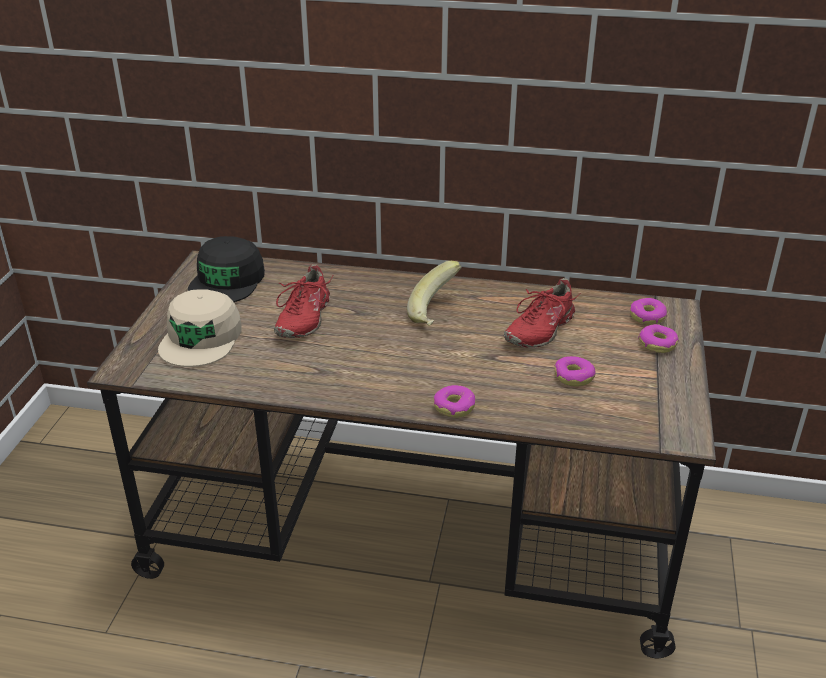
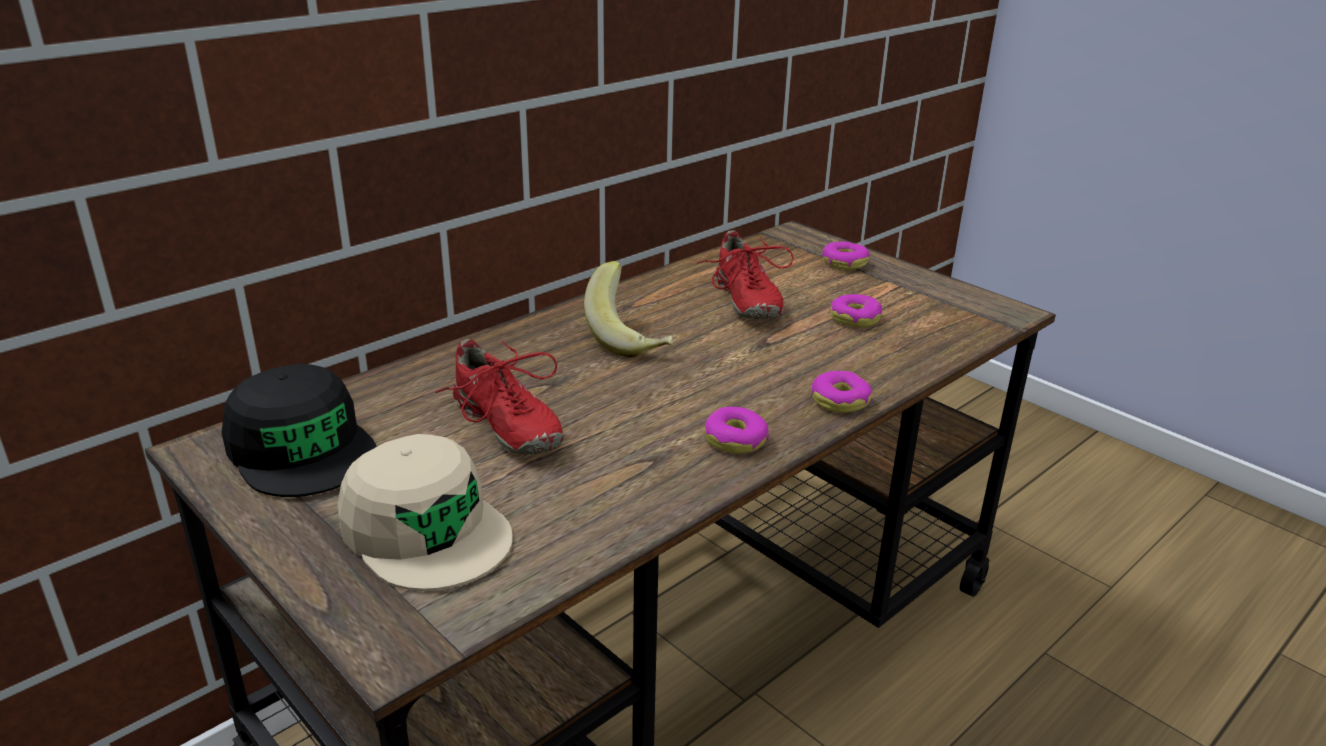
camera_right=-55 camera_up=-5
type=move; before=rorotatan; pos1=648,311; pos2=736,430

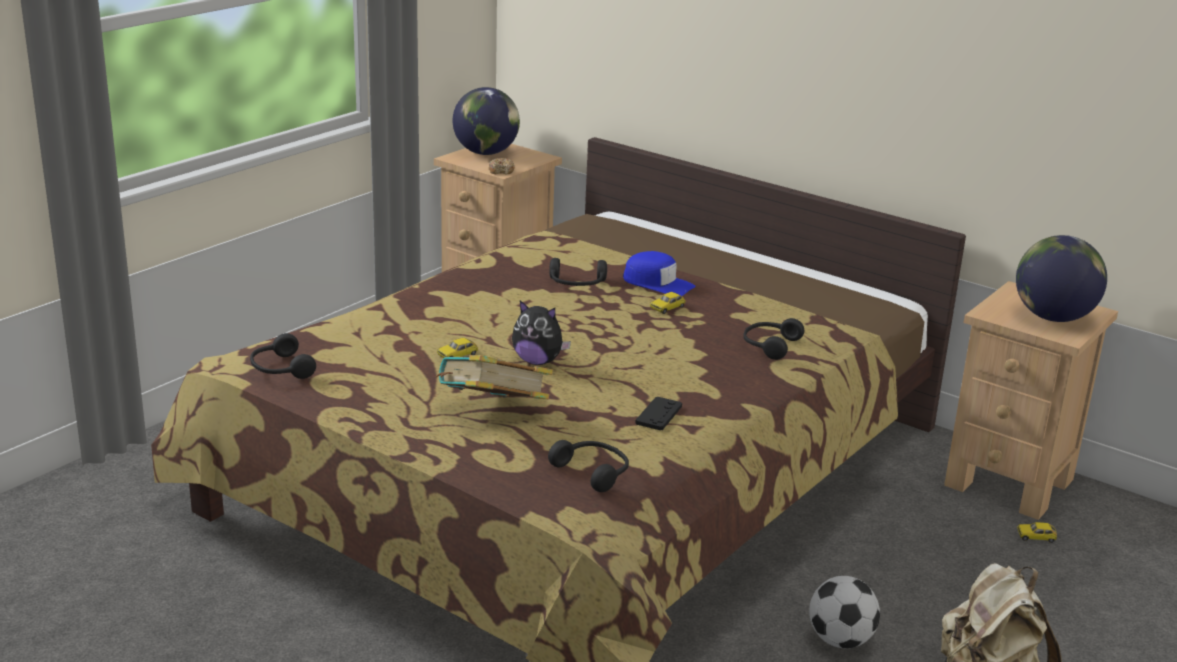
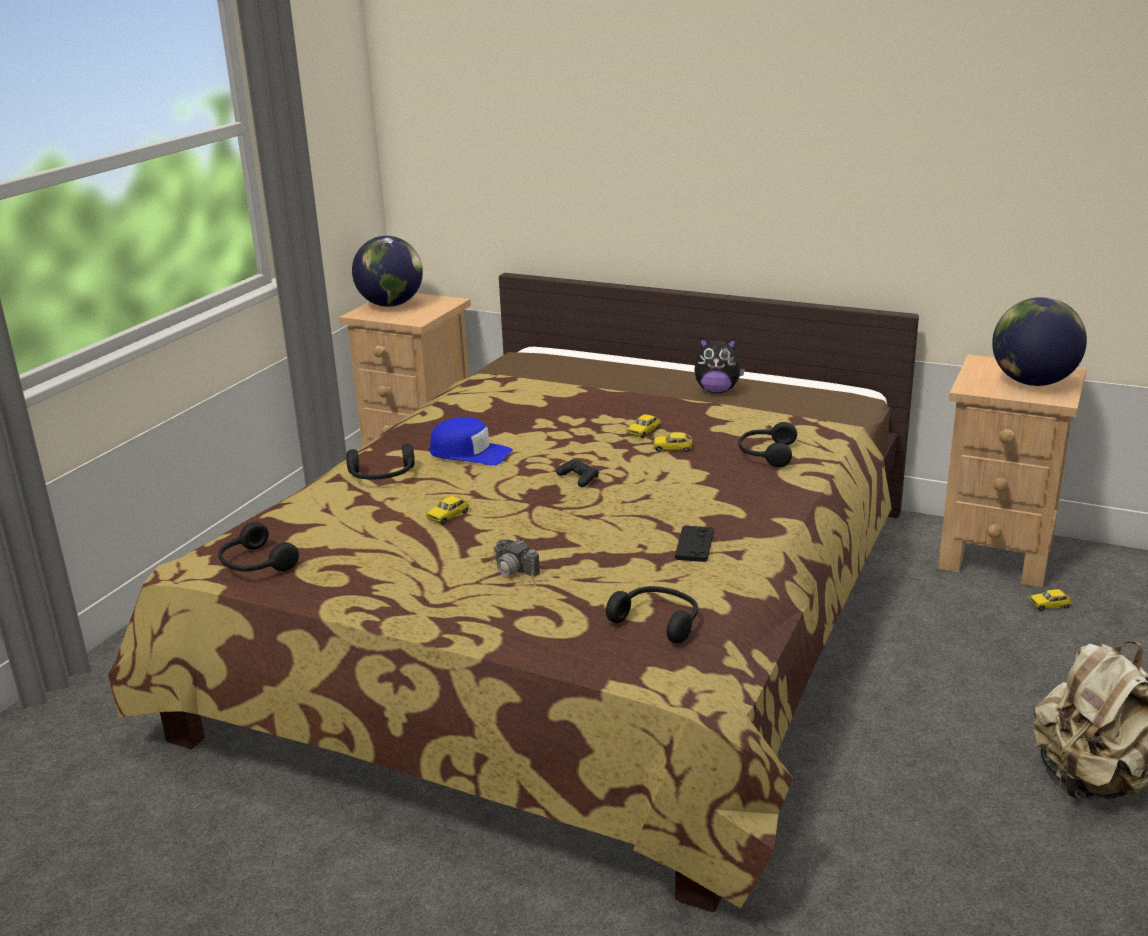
camera_right=-10 camera_up=0
type=delete; before=rorotatan; pos1=501,166
type=delete; before=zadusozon; pos1=844,612
type=insert; after=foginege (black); pos2=577,473
type=insert; after=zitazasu; pos2=672,442
type=move; before=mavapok; pos1=541,332; pos2=719,365
type=move; before=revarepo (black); pos1=578,272; pos2=380,461
type=move; before=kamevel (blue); pos1=659,273; pos2=471,441
type=replace; before=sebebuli; after=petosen; pos1=494,377; pos2=514,563

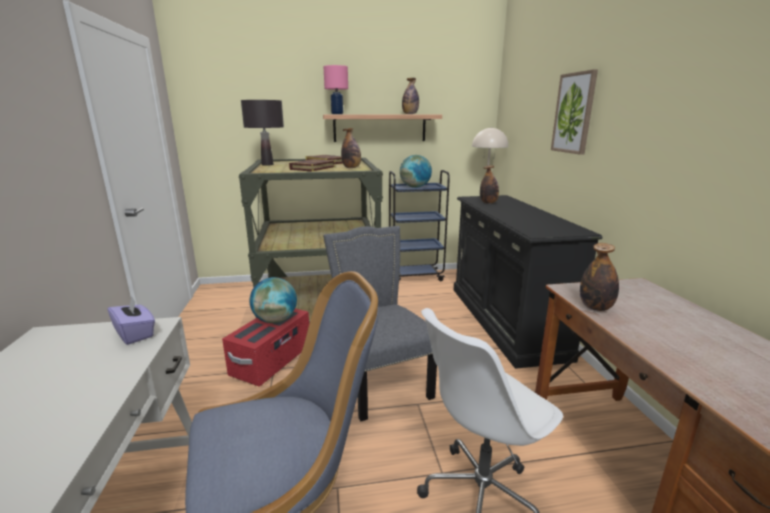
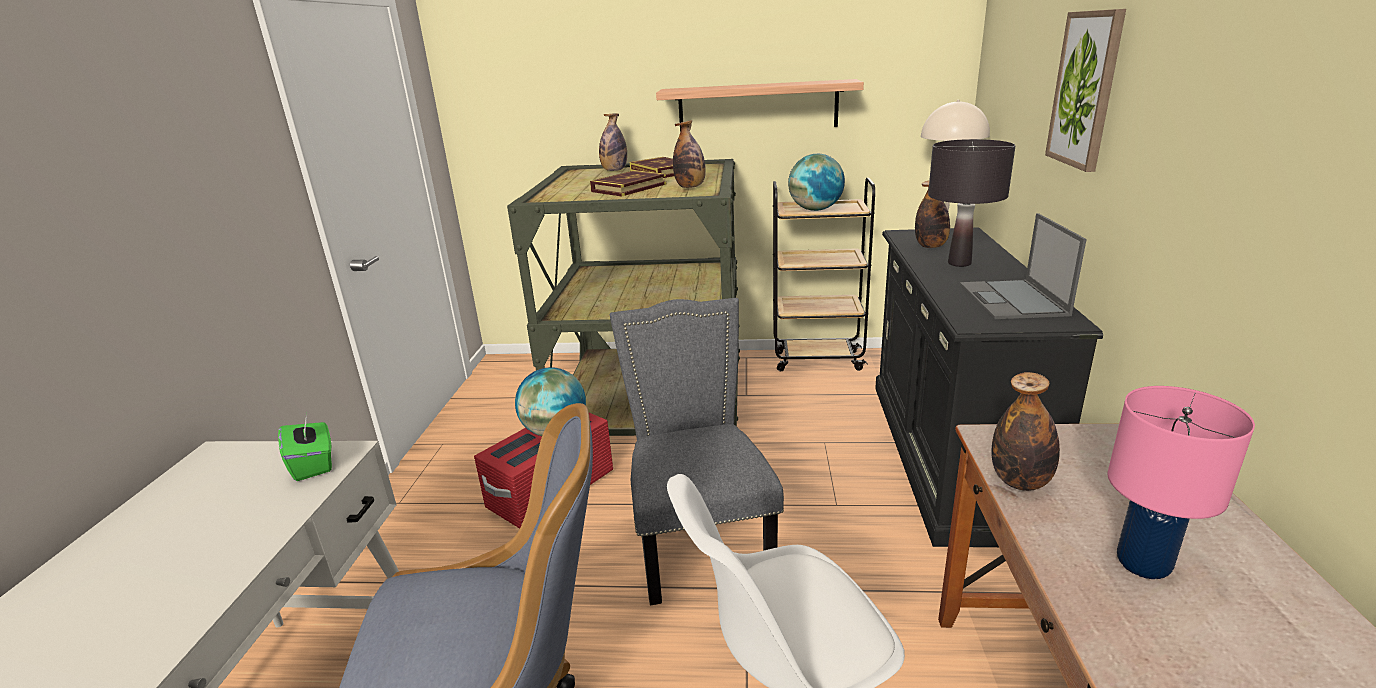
camera_right=15 camera_up=5
type=insert; after=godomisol; pos2=1023,266
type=move; before=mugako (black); pos1=262,133; pos2=972,203
type=move; before=mugako (pink); pos1=336,89; pos2=1181,482
type=move; before=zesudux; pos1=410,96; pos2=613,142
type=recolor; before=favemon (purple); after=favemon (green); pos1=131,320; pos2=305,447
type=recolor; before=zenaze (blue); after=zenaze (brown); pos1=419,225; pos2=824,274

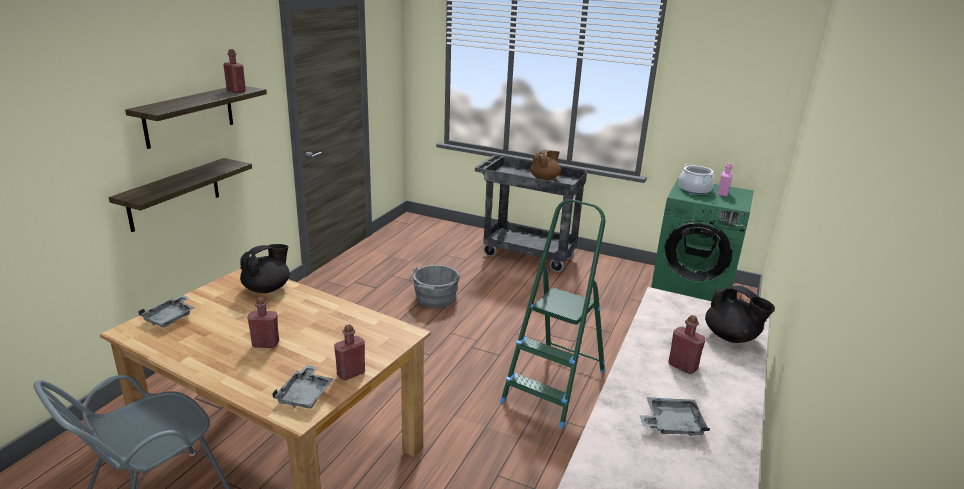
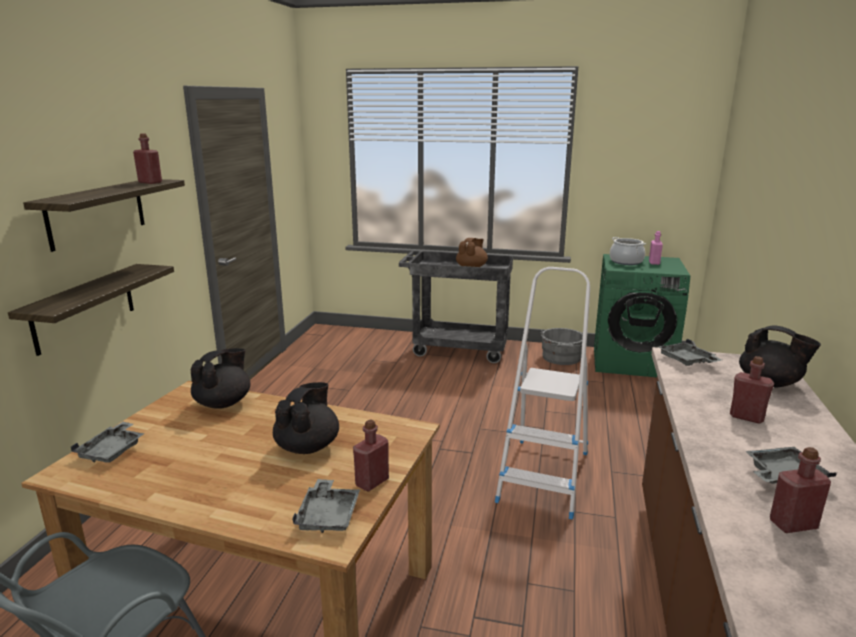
camera_right=-10 camera_up=-5
type=insert; after=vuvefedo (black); pos2=306,418
type=insert; after=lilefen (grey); pos2=690,352
type=move; before=zesudux (red); pos1=263,322; pos2=800,490
type=move; before=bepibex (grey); pos1=435,286; pos2=562,346
type=recolor; before=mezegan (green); after=mezegan (white); pos1=552,313; pos2=542,393

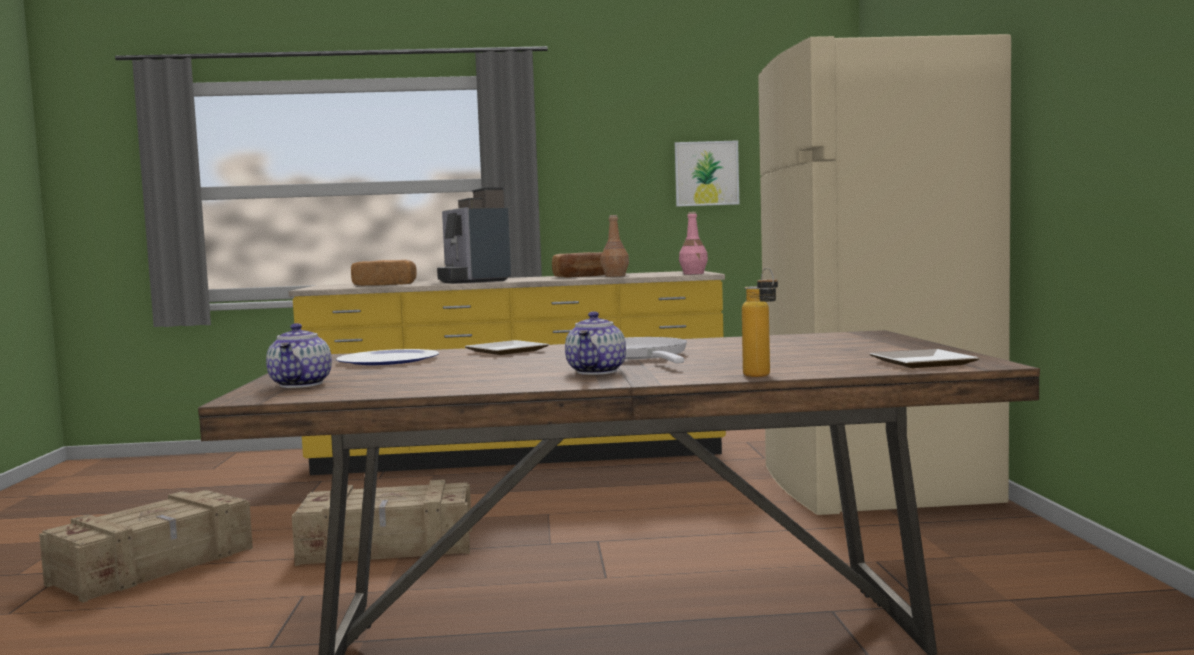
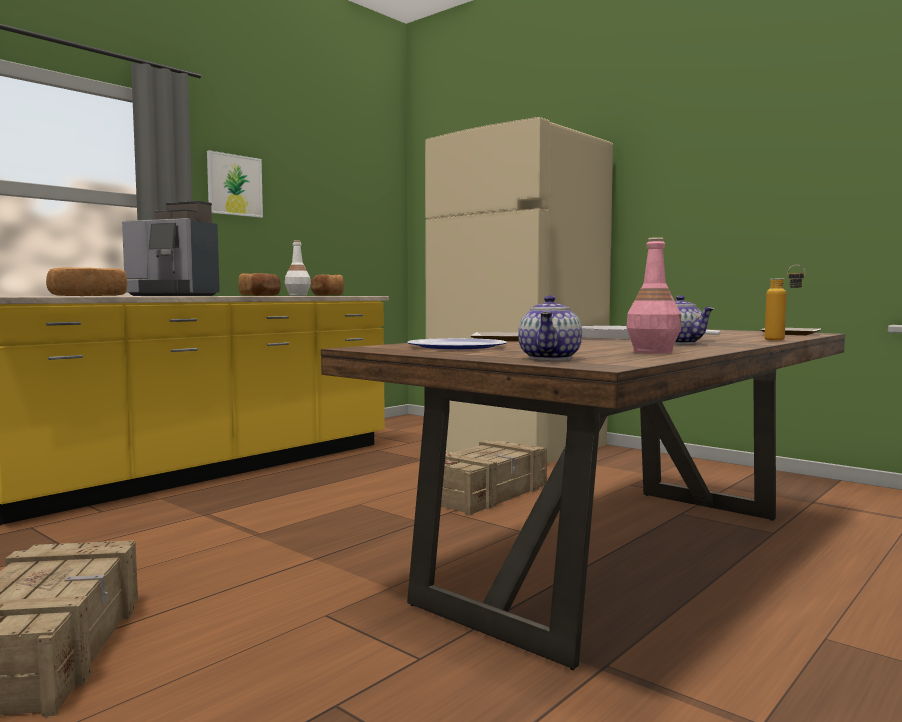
camera_right=-45 camera_up=0
type=insert; after=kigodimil; pos2=327,285
type=move; before=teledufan; pos1=382,522; pos2=494,478
type=move; before=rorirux; pos1=707,173; pos2=235,184
type=move; before=zesudux (pink); pos1=693,243; pos2=653,295
type=recolor; before=zesudux (brown); after=zesudux (white); pos1=615,246; pos2=298,268
type=rotate; before=vuvefedo; pos1=299,355; pos2=550,328; turn=60

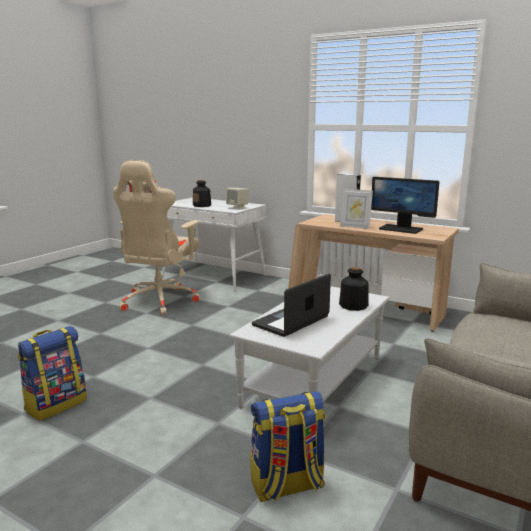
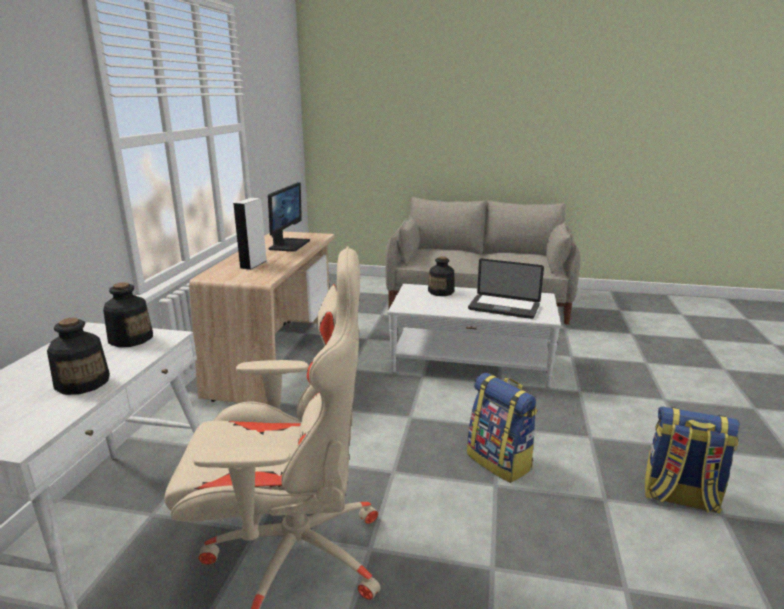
camera_right=-110 camera_up=5
type=delete; before=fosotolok; pos1=356,209
type=move; before=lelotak; pos1=288,446; pos2=502,428
type=replace; before=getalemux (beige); after=zesudux; pos1=237,199; pos2=128,314

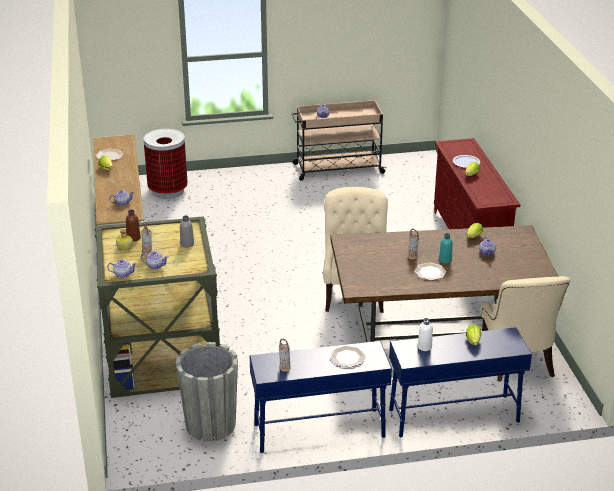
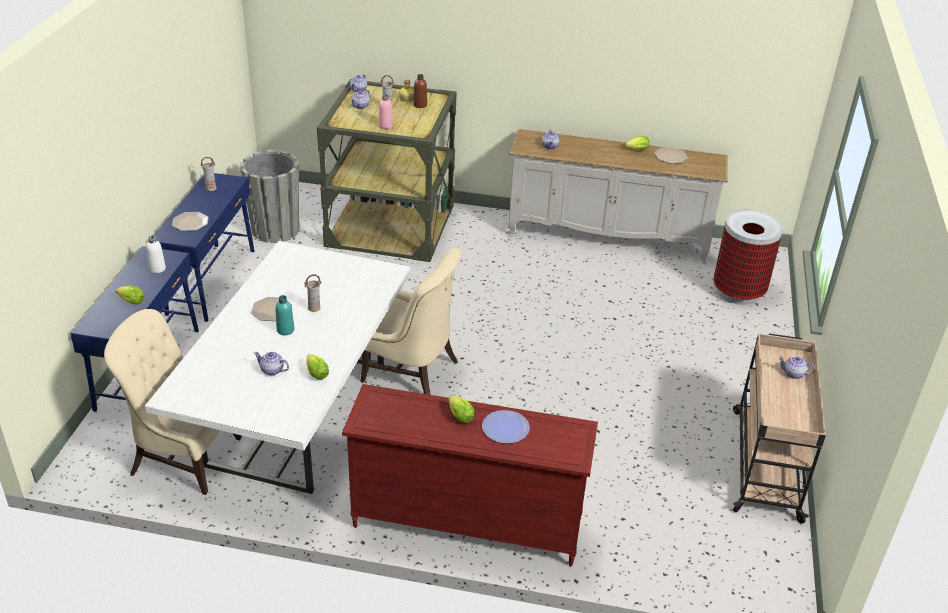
camera_right=110 camera_up=5
type=recolor; before=zesudux (grey); after=zesudux (pink); pos1=187,231; pos2=386,111
type=recolor; before=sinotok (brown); after=sinotok (white); pos1=445,283; pos2=277,367

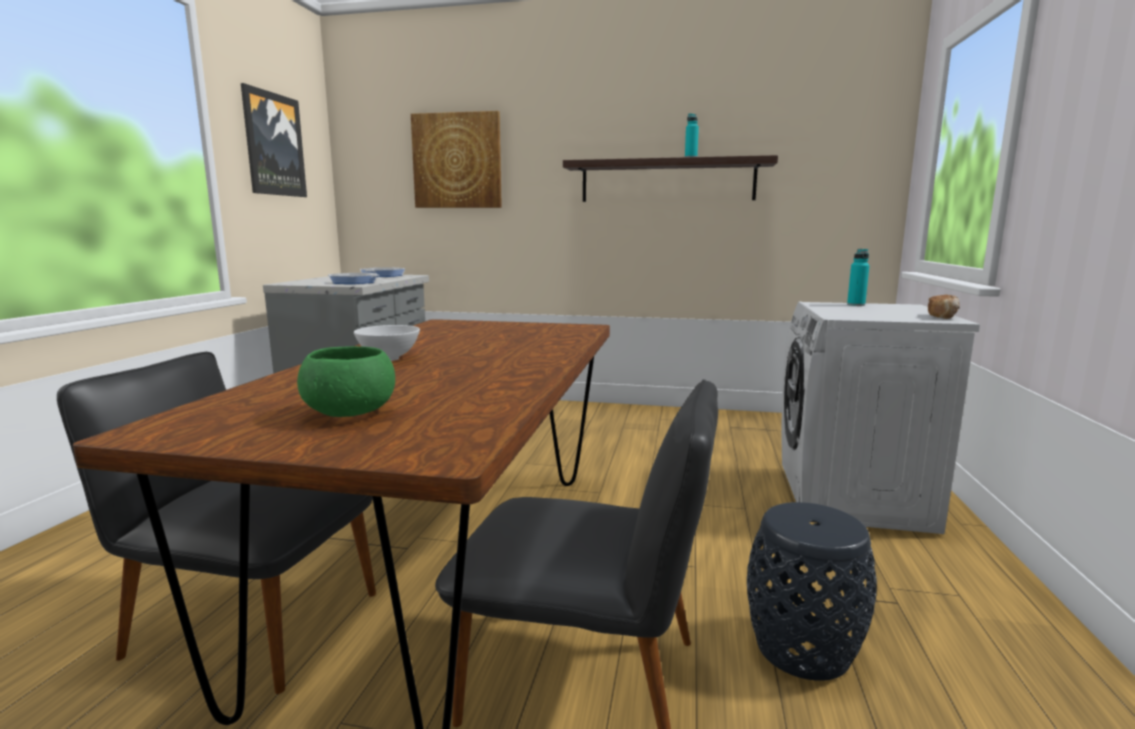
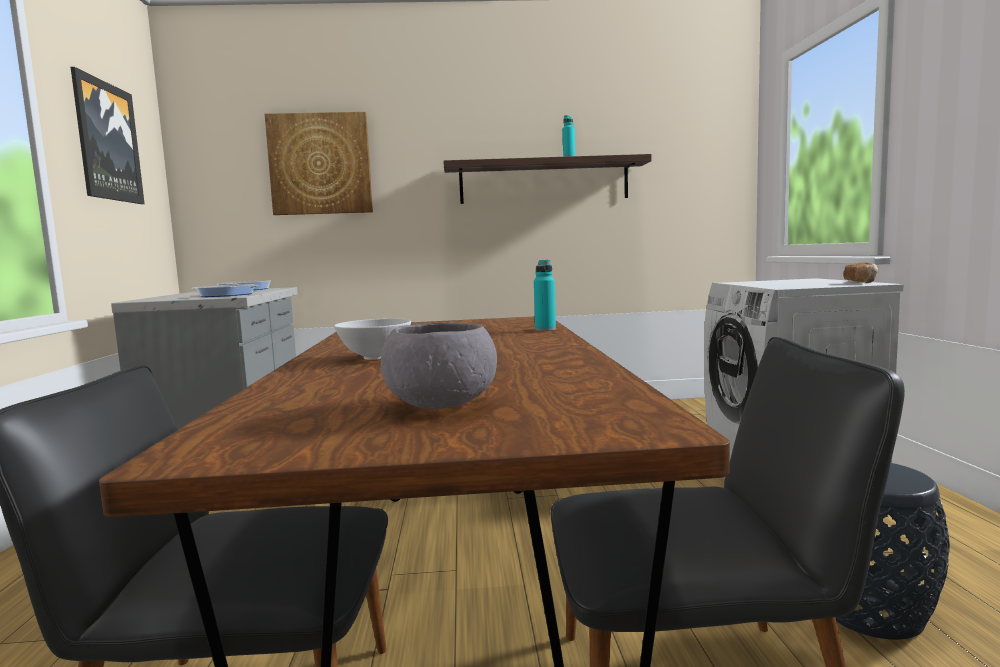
camera_right=-15 camera_up=-5
type=move; before=zesudux (turquoise); pos1=858,277; pos2=545,295
type=recolor; before=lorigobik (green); after=lorigobik (grey); pos1=346,381; pos2=438,366

